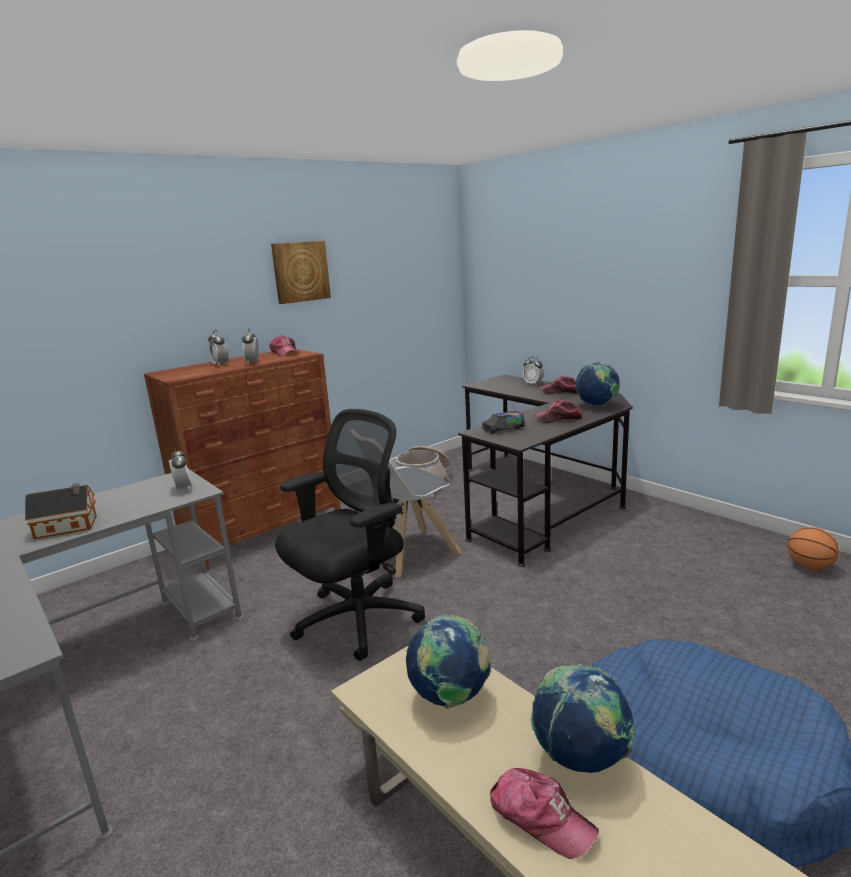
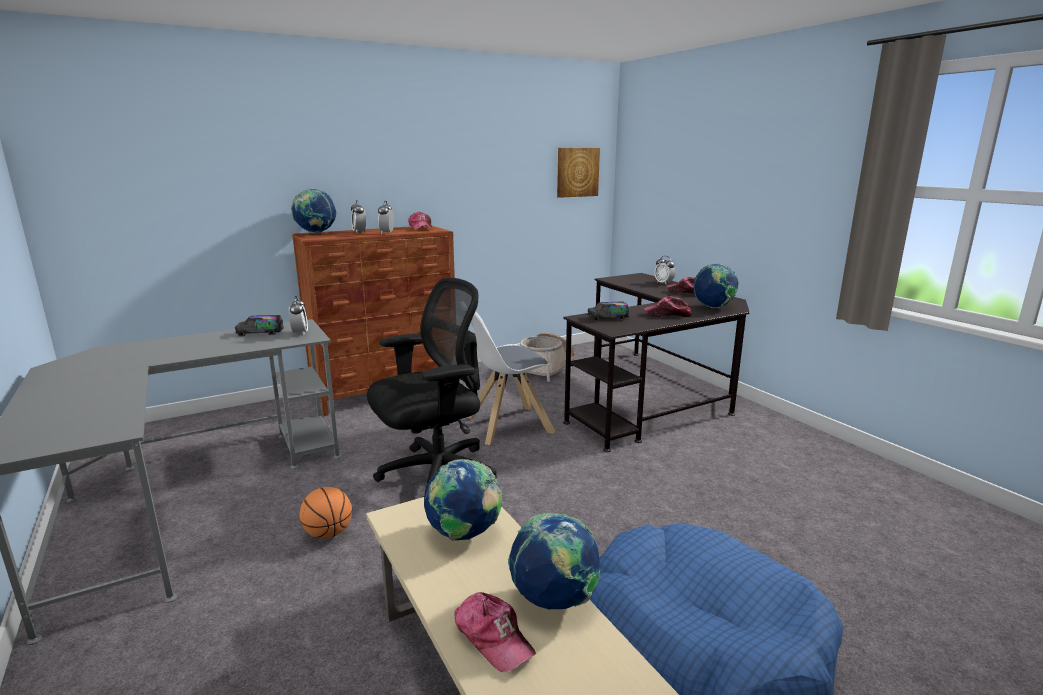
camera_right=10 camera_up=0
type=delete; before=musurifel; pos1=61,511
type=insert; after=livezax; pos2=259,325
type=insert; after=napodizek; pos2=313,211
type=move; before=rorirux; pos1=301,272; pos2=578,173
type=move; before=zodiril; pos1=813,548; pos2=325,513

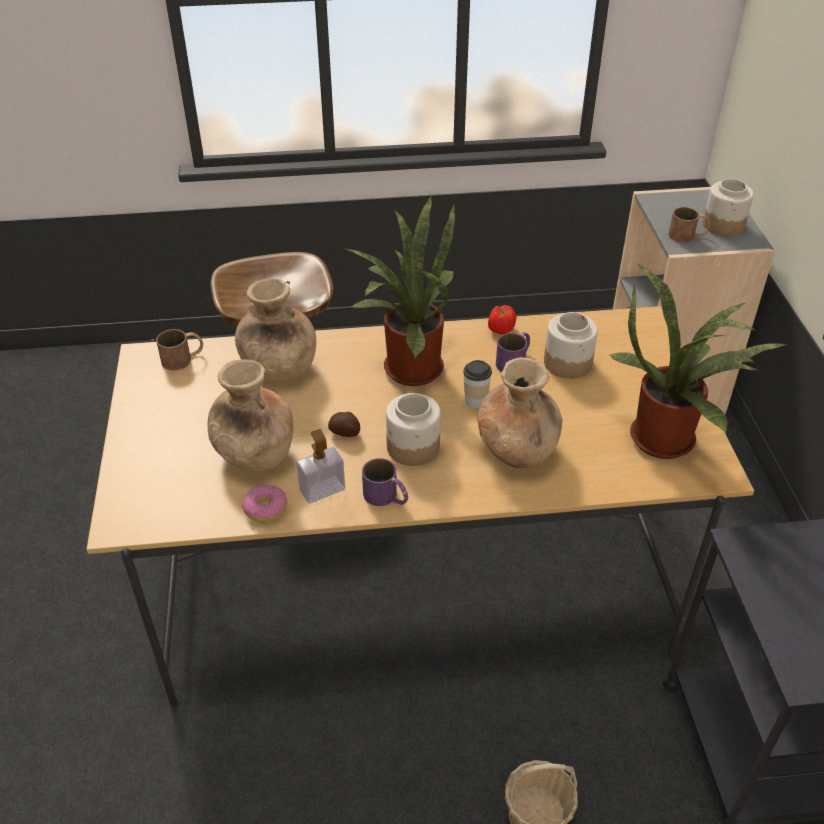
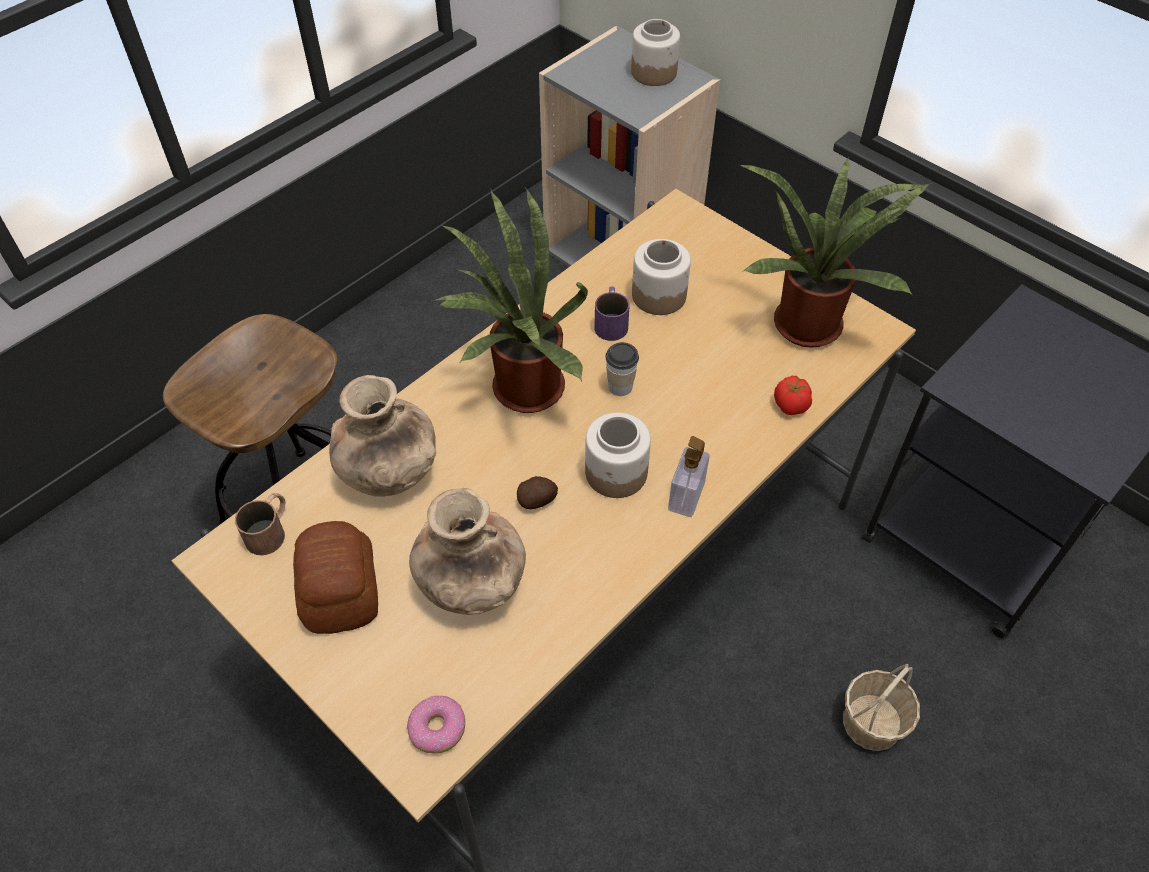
camera_right=-40 camera_up=10
type=delete; before=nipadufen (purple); pos1=385,482
type=delete; before=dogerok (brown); pos1=519,412
type=delete; before=nipadufen (brown); pos1=689,225
type=insert; after=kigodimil; pos2=335,577
type=move; before=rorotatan; pos1=264,503; pos2=436,725
type=move; before=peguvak; pos1=320,466; pos2=688,476
type=move; before=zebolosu; pos1=502,320; pos2=793,395

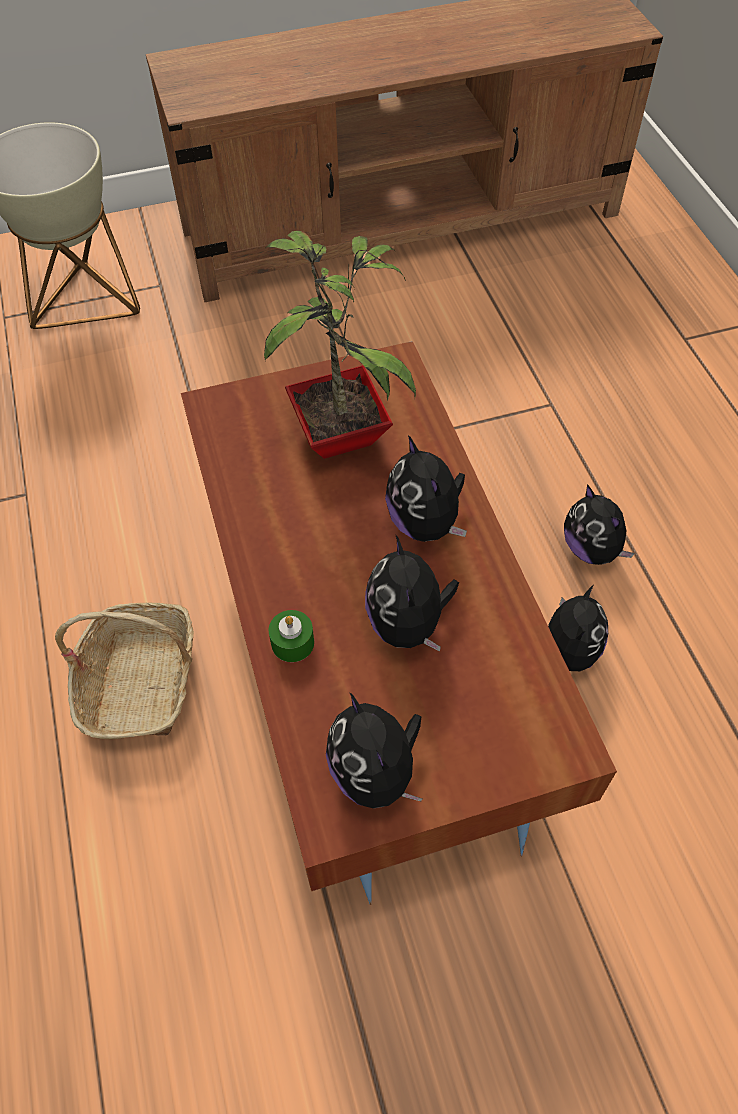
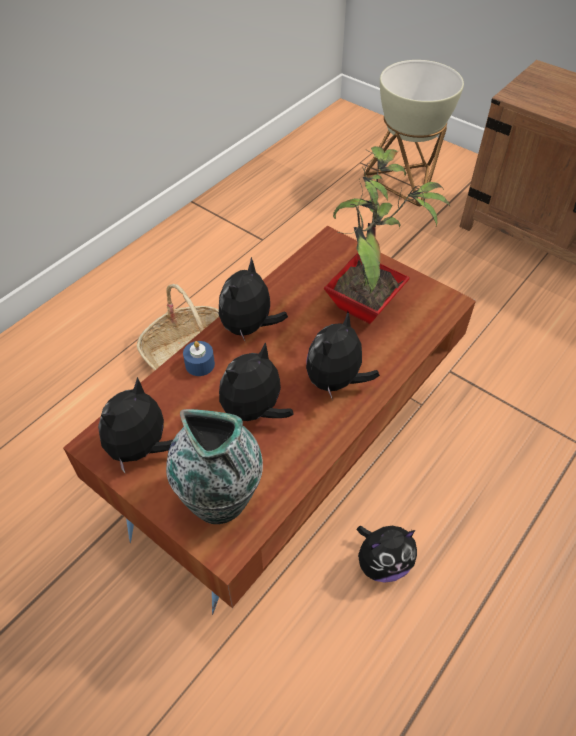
camera_right=55 camera_up=-5
type=insert; after=dogerok; pos2=214,466
type=move; before=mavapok; pos1=599,524; pos2=253,299
type=recolor; before=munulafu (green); after=munulafu (blue); pos1=291,636; pos2=199,358

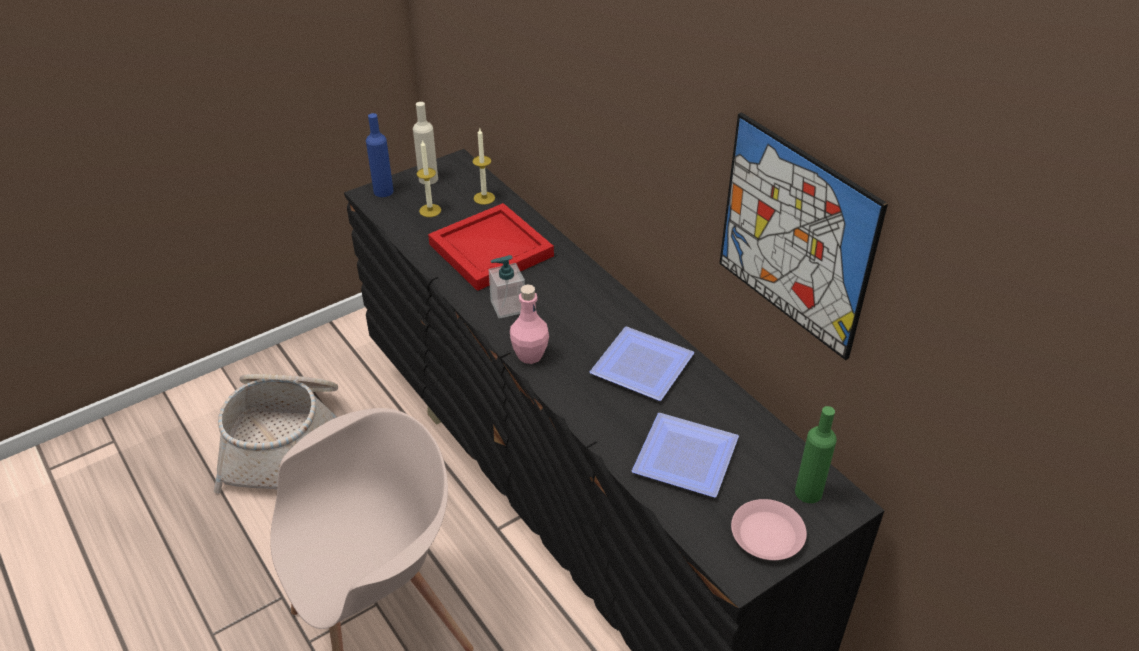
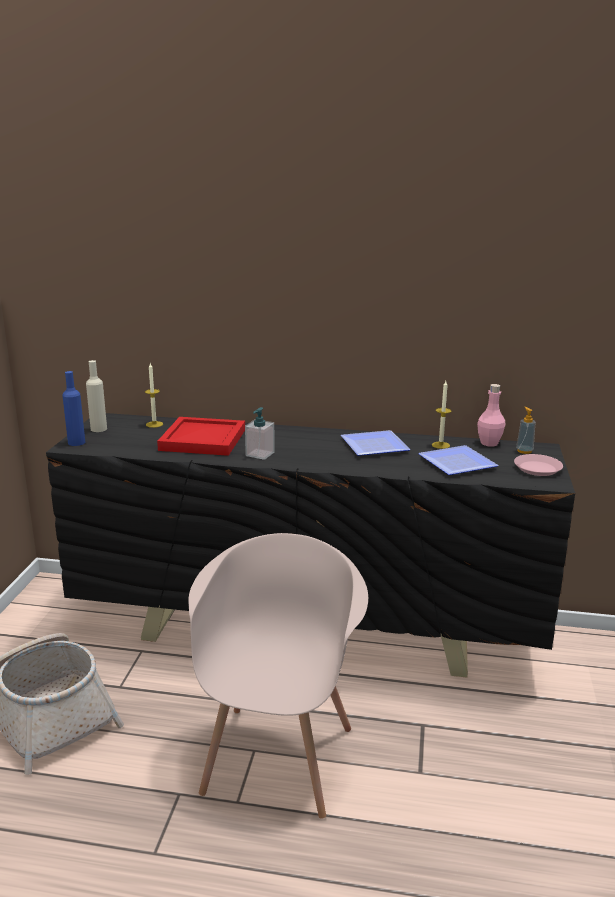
camera_right=-45 camera_up=-20
type=delete; before=rorirux; pos1=803,236
type=move; before=munulafu; pos1=429,178; pos2=441,415
type=move; before=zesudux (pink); pos1=529,324; pos2=491,415
type=replace; before=zesudux (green); after=peguvak; pos1=816,454; pos2=525,430

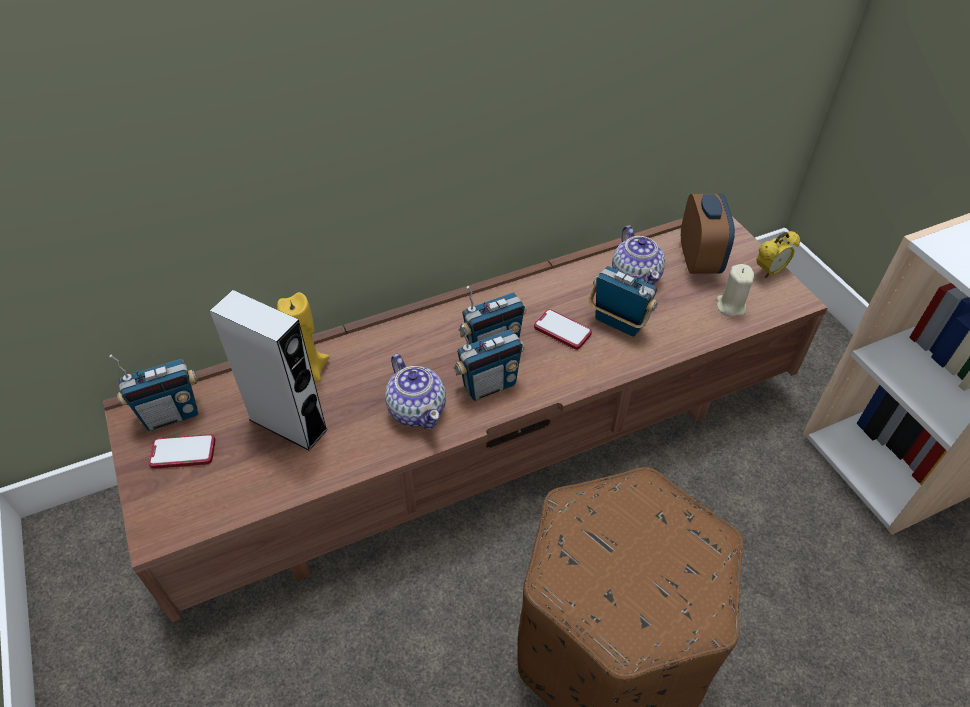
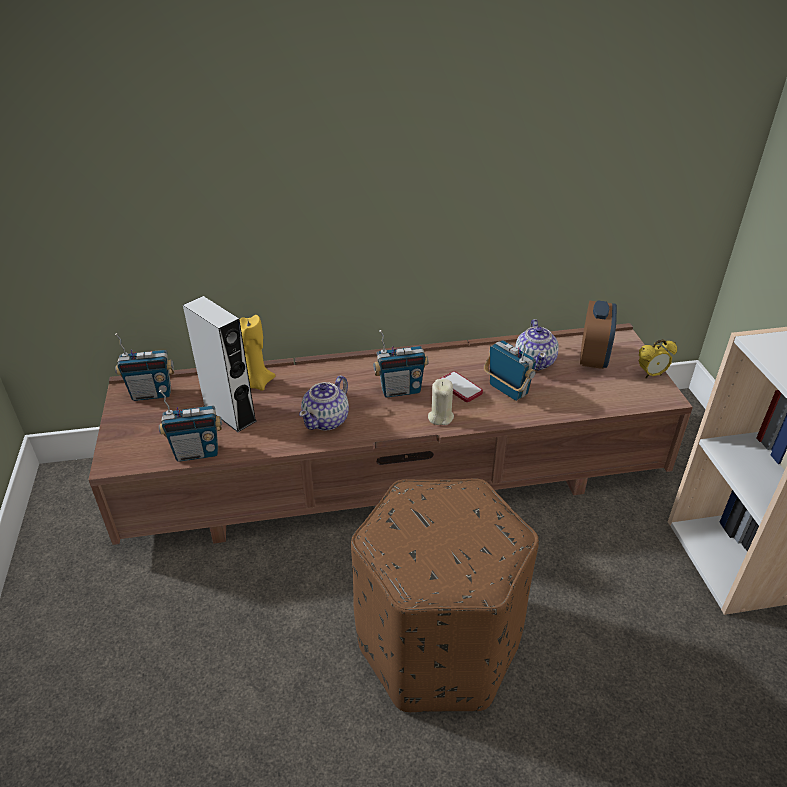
camera_right=15 camera_up=-10
type=delete; before=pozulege; pos1=182,451
type=move; before=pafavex; pos1=488,363; pos2=190,426
type=move; before=munulafu (beige); pos1=735,290; pos2=441,402
type=rotate; before=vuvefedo; pos1=415,391; pos2=324,403; turn=45

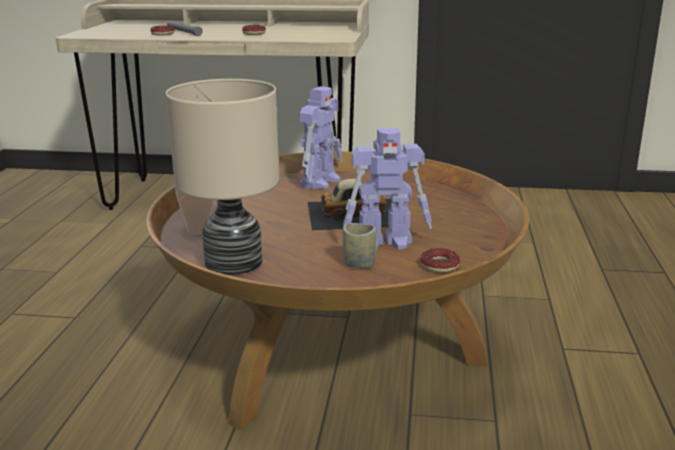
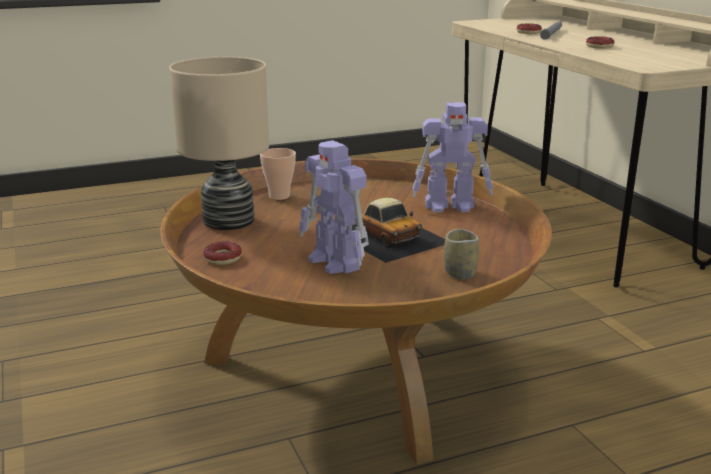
camera_right=60 camera_up=0
type=move; before=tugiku; pos1=360,246; pos2=461,254
type=move; before=rorotatan; pos1=440,260; pos2=222,253

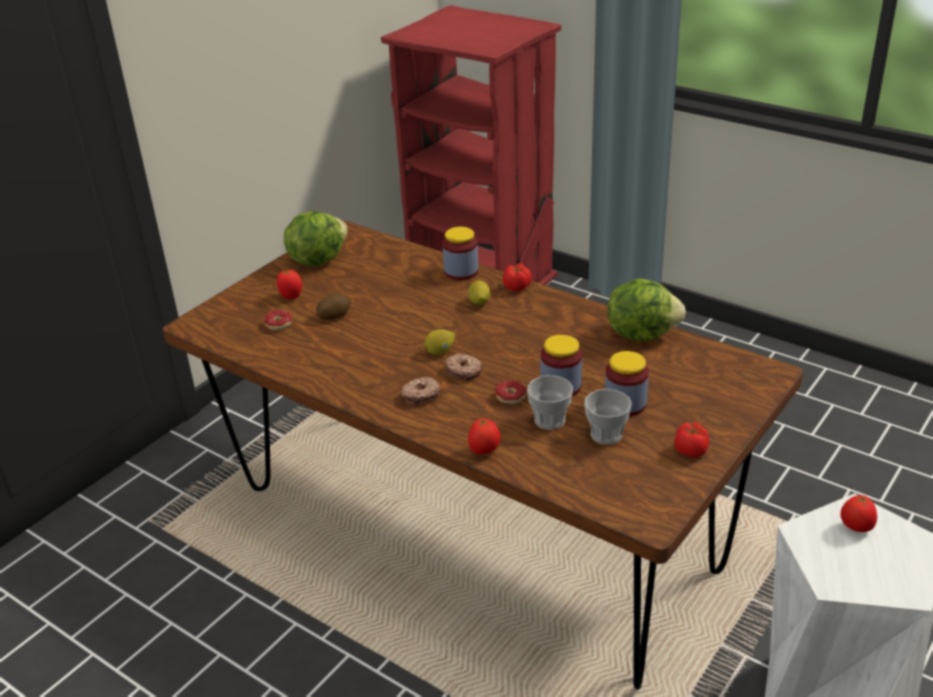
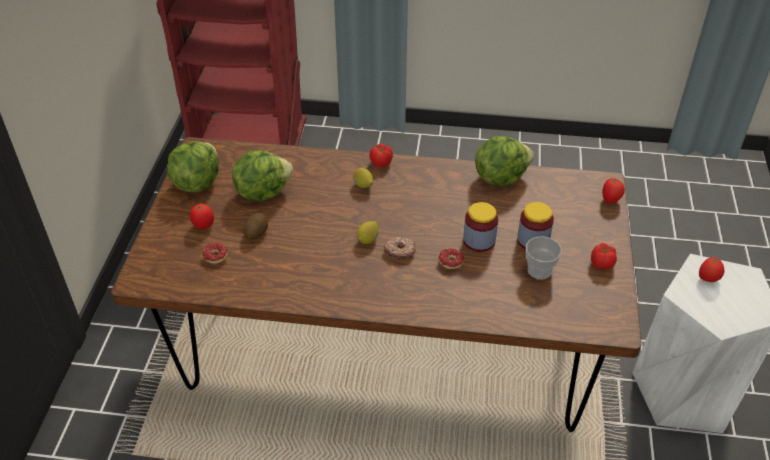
camera_right=-30 camera_up=10
type=delete; before=rorotatan; pos1=421,391
type=delete; before=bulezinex; pos1=460,253
type=delete; before=tugiku; pos1=550,402
type=insert; after=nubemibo; pos2=262,175
type=move; before=zebolosu; pos1=484,436; pos2=613,191

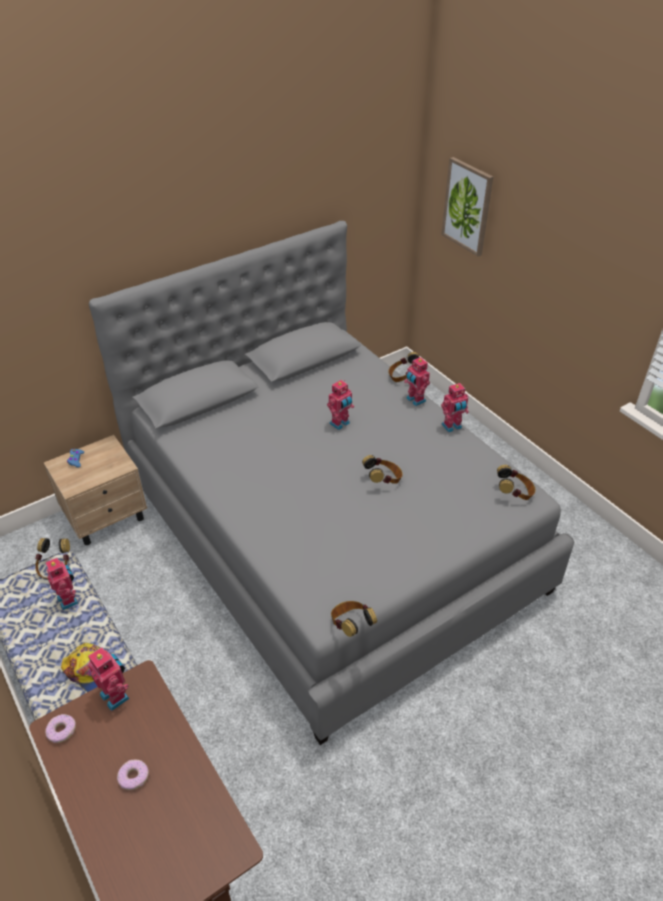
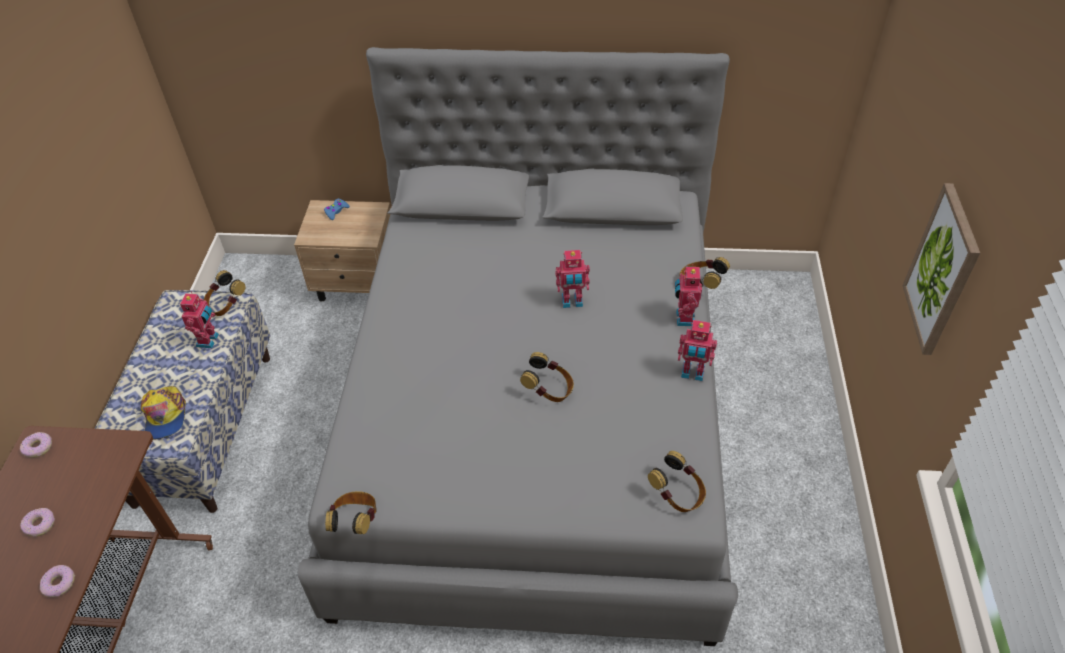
camera_right=40 camera_up=5
type=delete; before=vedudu; pos1=109,679
type=insert; after=rorotatan; pos2=57,581
type=move; before=rorirux; pos1=467,206; pos2=941,269

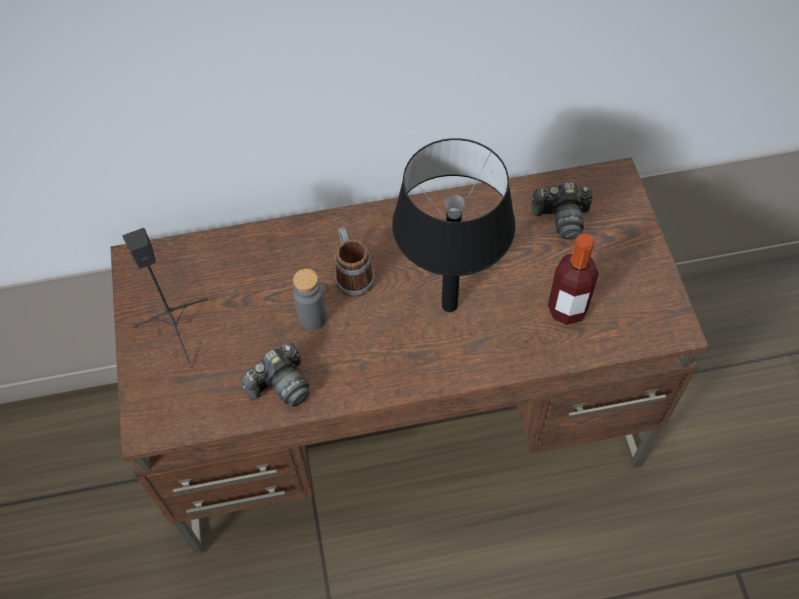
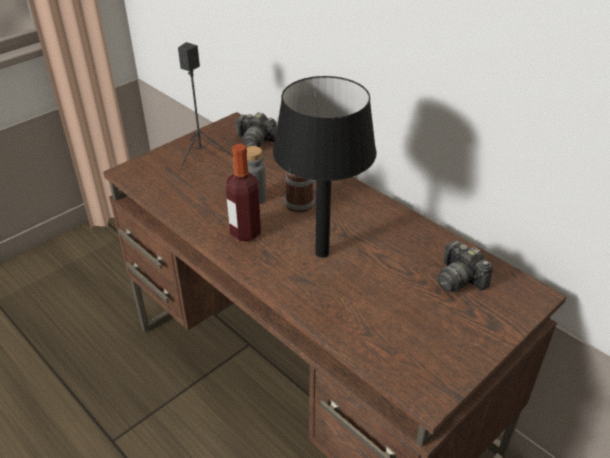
camera_right=55 camera_up=-20
type=move; before=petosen; pos1=275,375; pos2=256,129
type=move; before=zesudux; pos1=573,279; pos2=243,192

